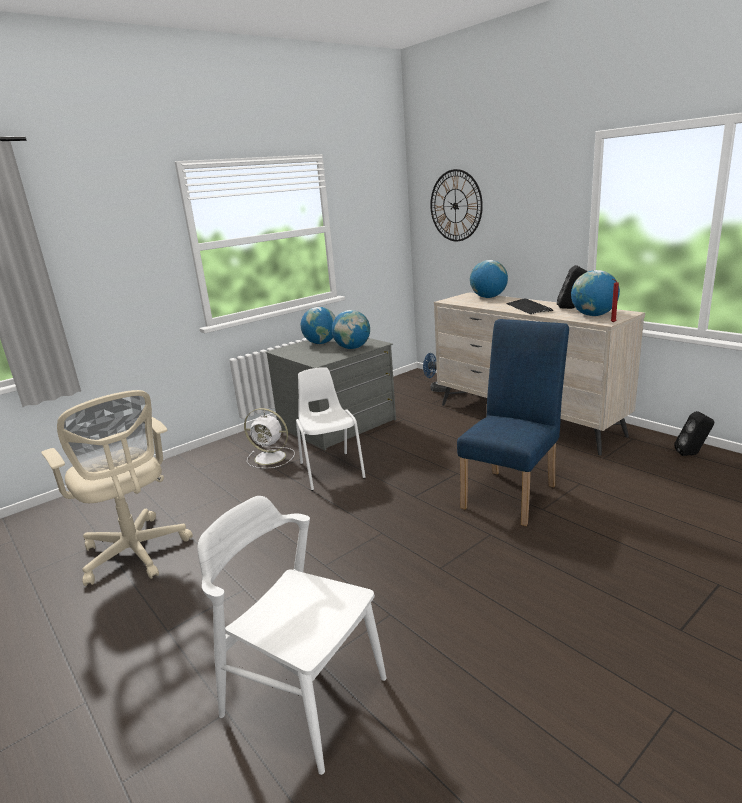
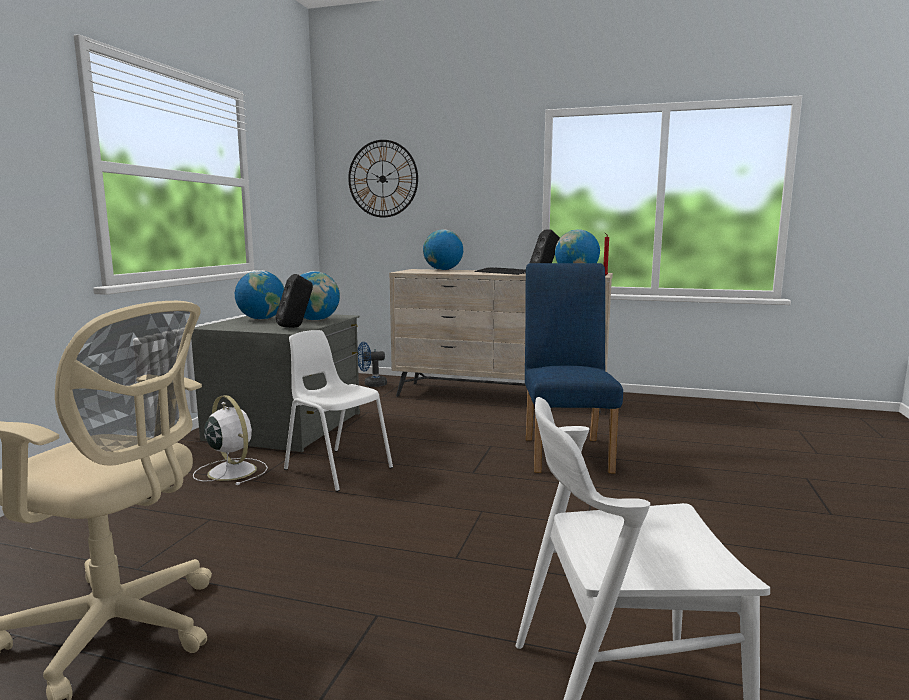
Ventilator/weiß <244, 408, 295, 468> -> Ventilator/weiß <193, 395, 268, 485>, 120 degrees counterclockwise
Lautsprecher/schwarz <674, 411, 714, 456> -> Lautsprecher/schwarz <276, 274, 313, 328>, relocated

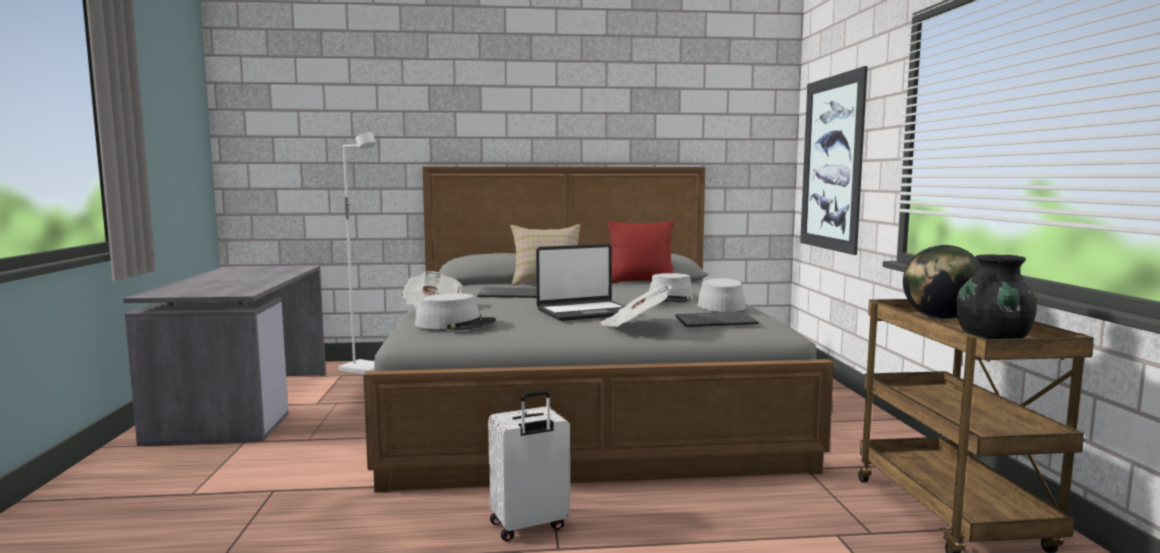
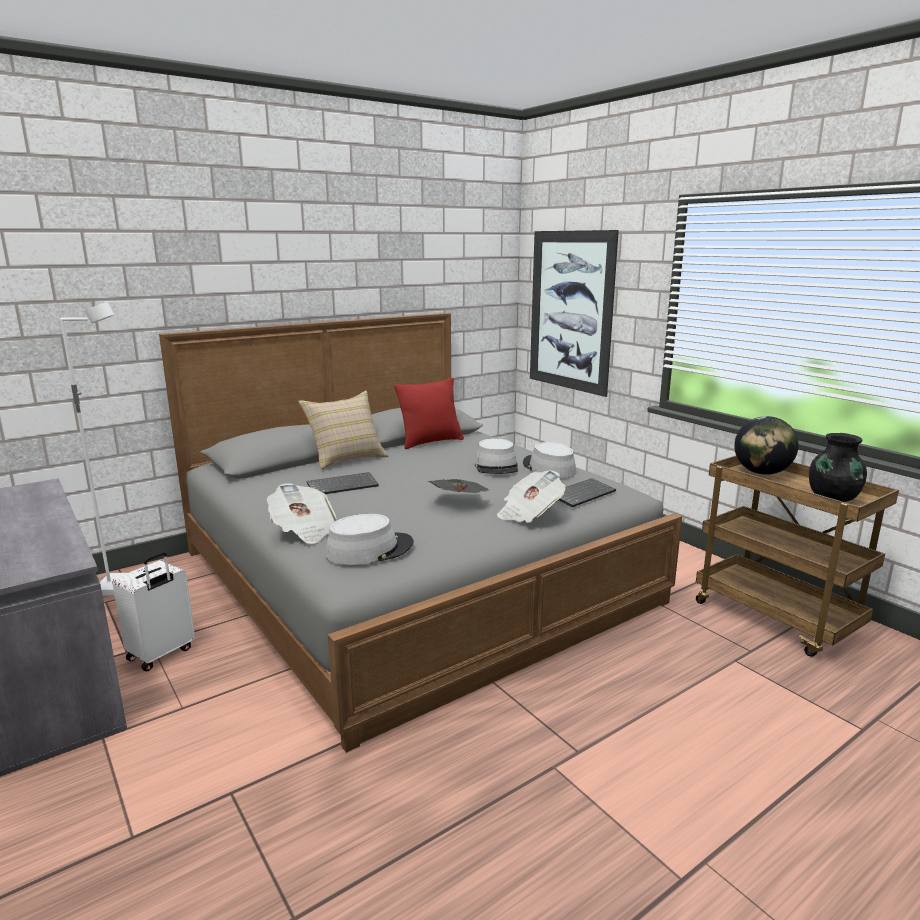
Laptop <536, 244, 625, 321> -> Zeitung <427, 479, 489, 493>
Koffer/weiß <488, 390, 570, 541> -> Koffer/weiß <112, 551, 195, 671>, relocated

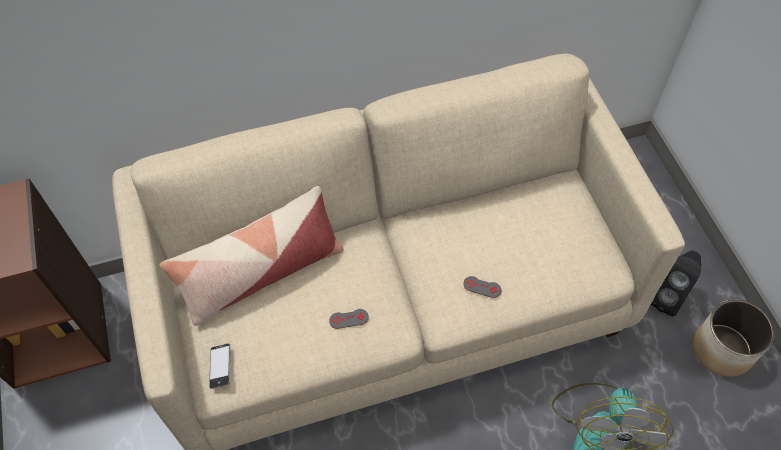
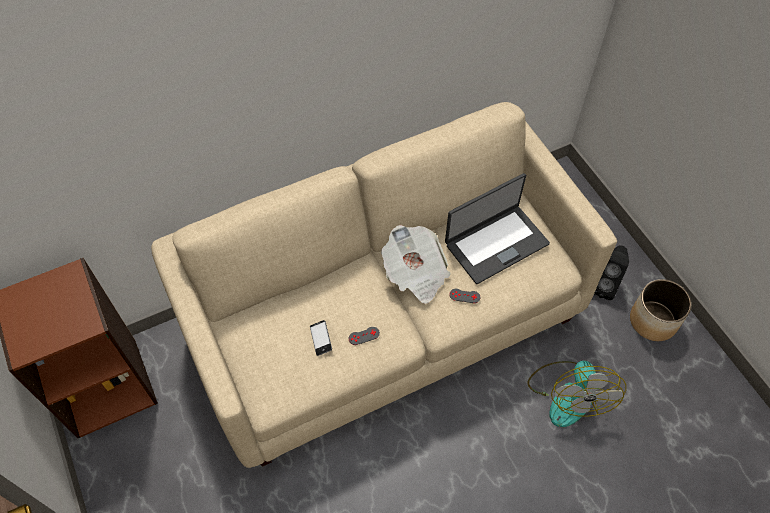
Kissen <160, 186, 344, 326> -> none
Handy <209, 343, 230, 389> -> Handy <310, 320, 332, 356>, relocated
none -> Laptop <445, 173, 550, 284>
none -> Zeitung <381, 225, 451, 304>

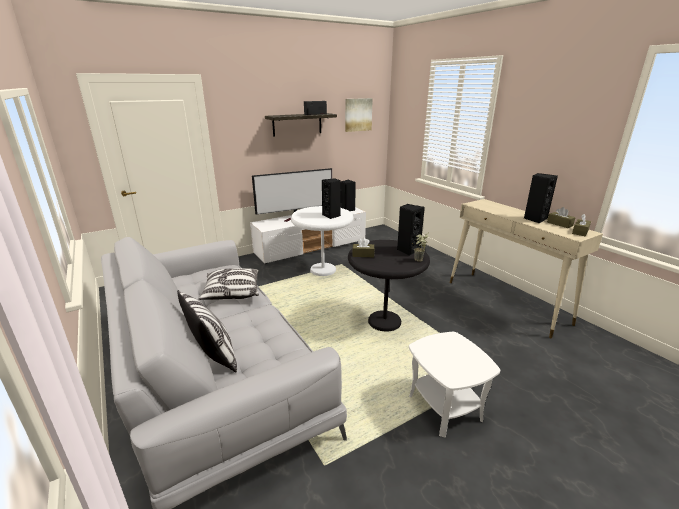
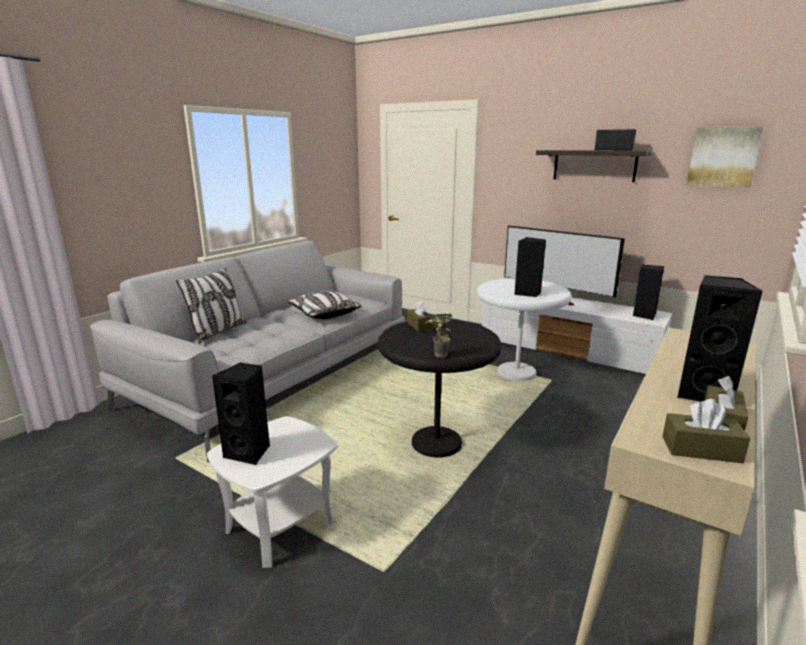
Lautsprecher/schwarz <397, 204, 425, 256> -> Lautsprecher/schwarz <212, 362, 270, 466>, relocated

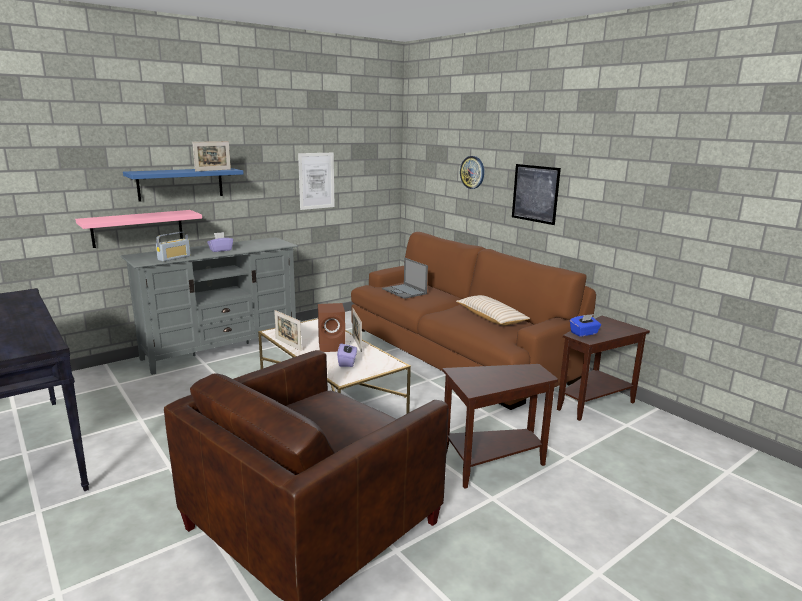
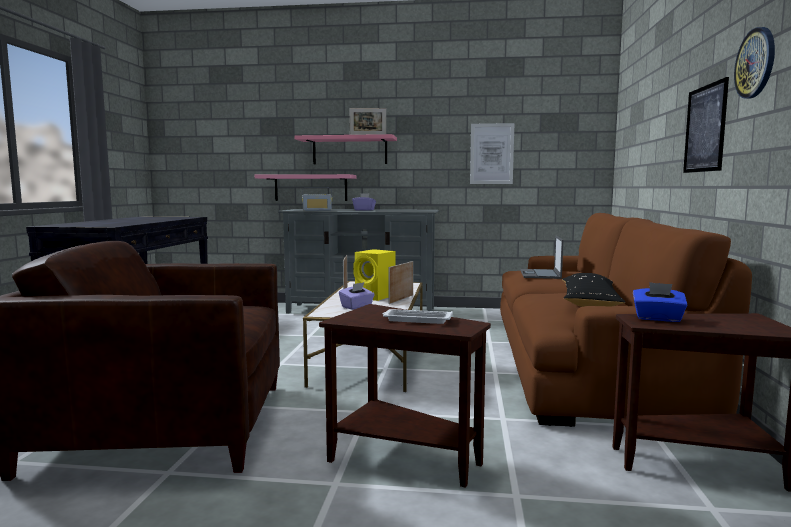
Wanduhr <460, 156, 484, 189> -> Wanduhr <734, 27, 775, 98>, relocated
Wandregal/blau <123, 168, 243, 201> -> Wandregal/rosa <294, 134, 397, 164>
Kissen/beige <456, 295, 530, 326> -> Kissen/schwarz <562, 273, 625, 307>
Lautsprecher/braun <318, 303, 345, 352> -> Lautsprecher/gelb <353, 249, 395, 301>
none -> Tablett/weiß <382, 309, 453, 324>

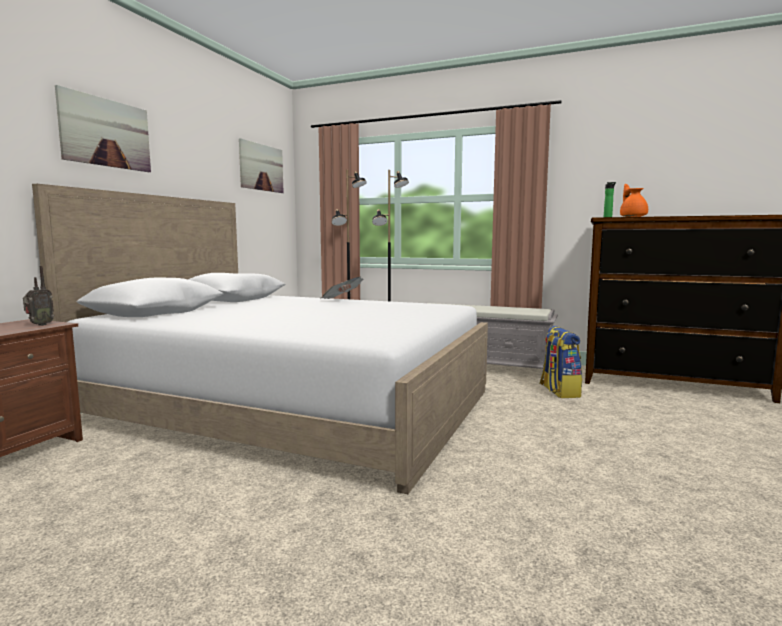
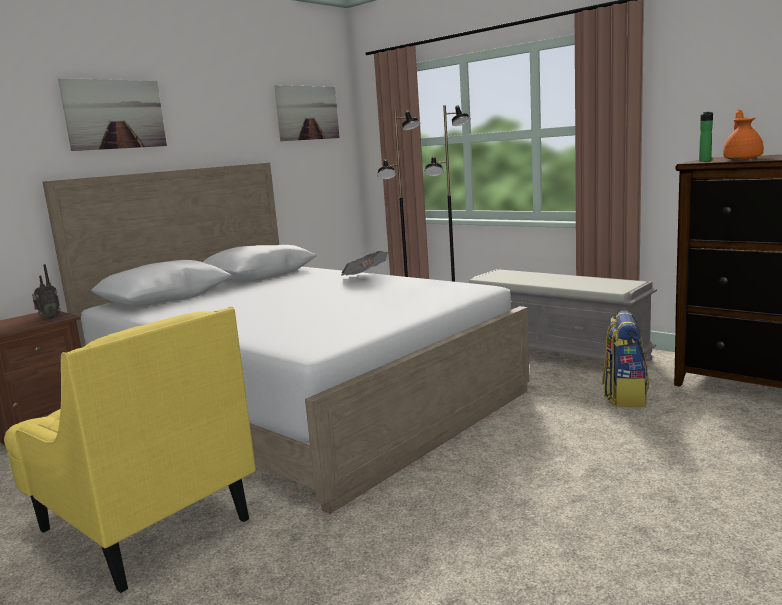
none -> Sessel/gelb <4, 306, 256, 593>

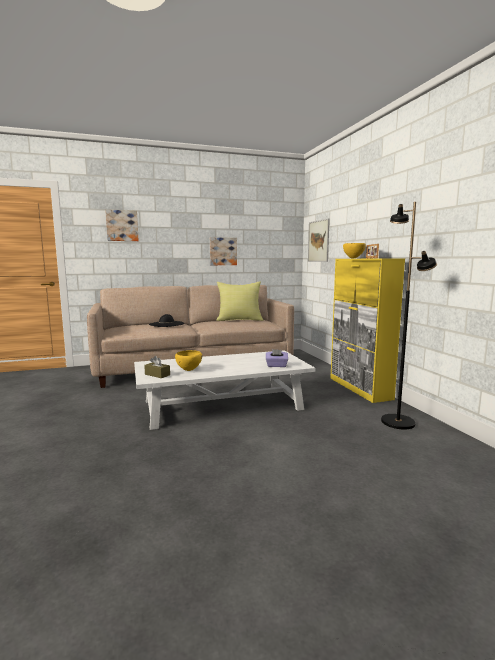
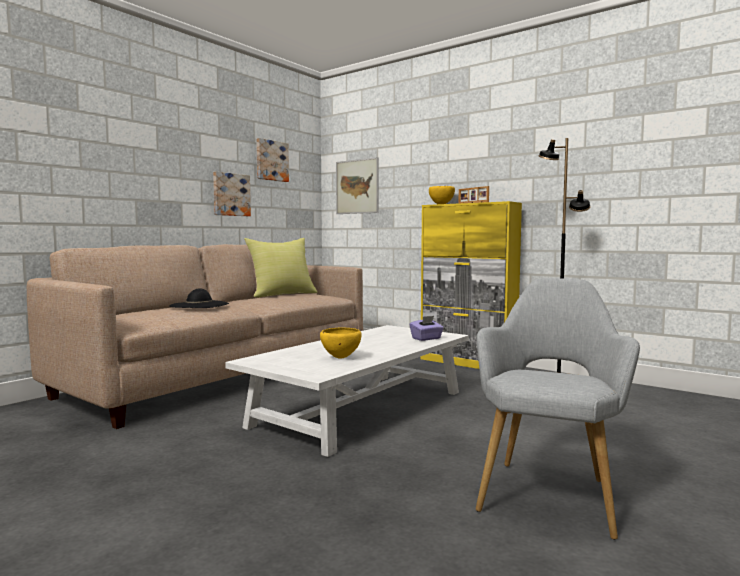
Bild <105, 210, 139, 241> -> Bild <256, 138, 289, 182>, relocated
Taschentuchbox/braun <144, 356, 170, 378> -> none
none -> Sessel/grau <476, 278, 640, 540>

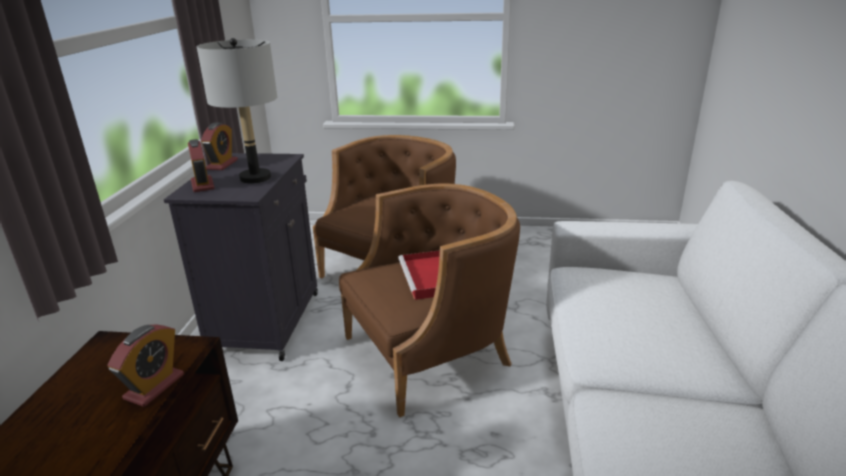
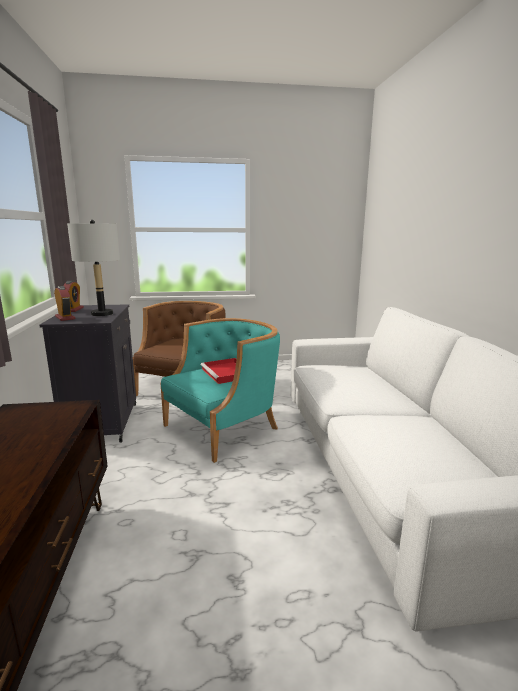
Sessel/braun <339, 183, 520, 417> -> Sessel/türkis <160, 318, 280, 463>
Wecker <107, 324, 184, 407> -> none

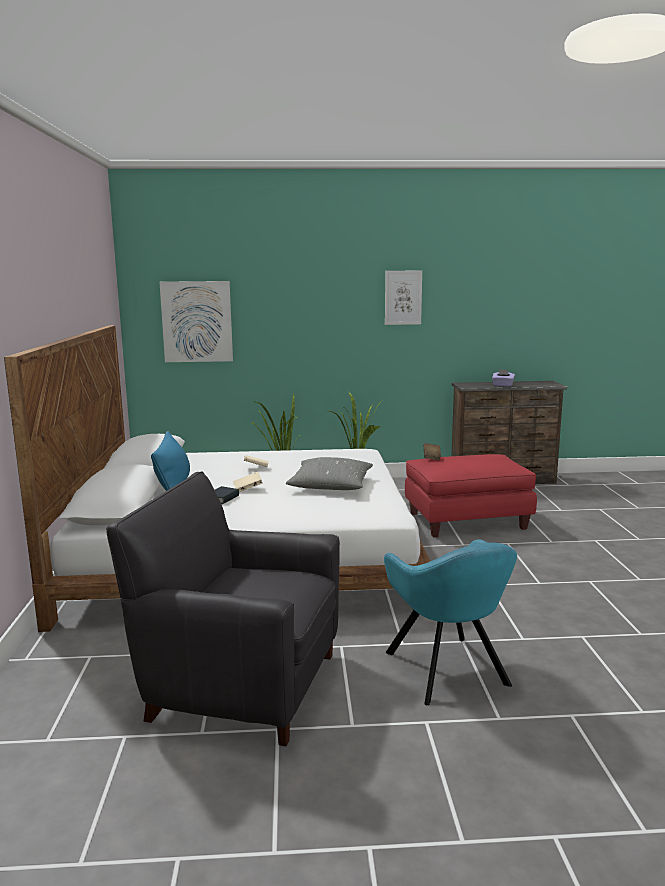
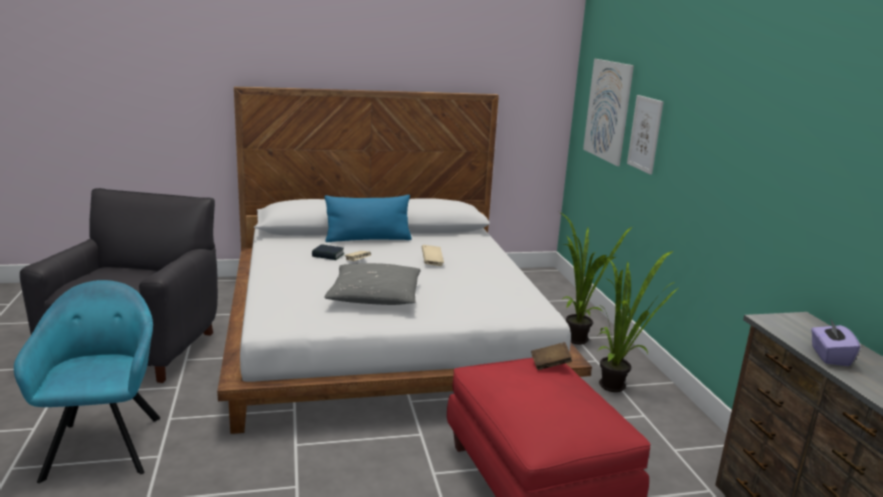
Bild <385, 270, 422, 325> -> Bild <627, 95, 664, 175>, relocated
Sessel/türkis <384, 539, 517, 705> -> Sessel/türkis <14, 280, 160, 483>, 105 degrees clockwise

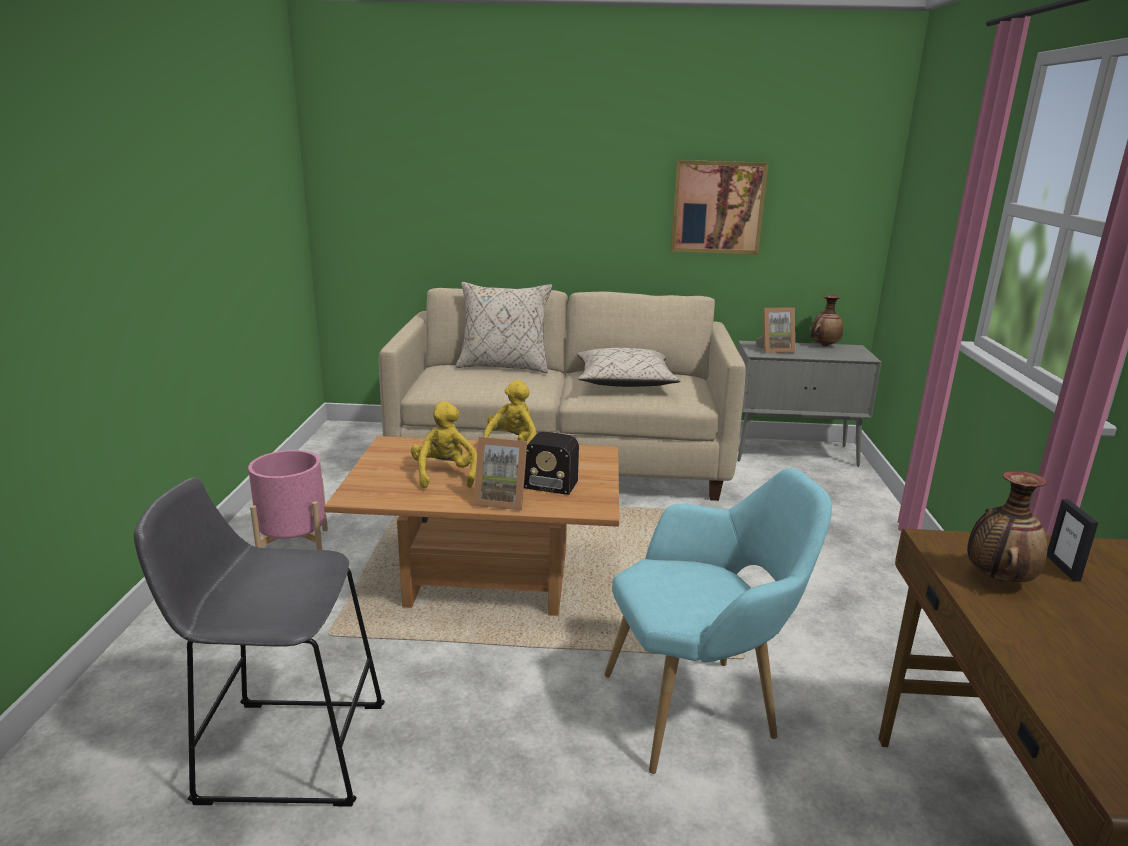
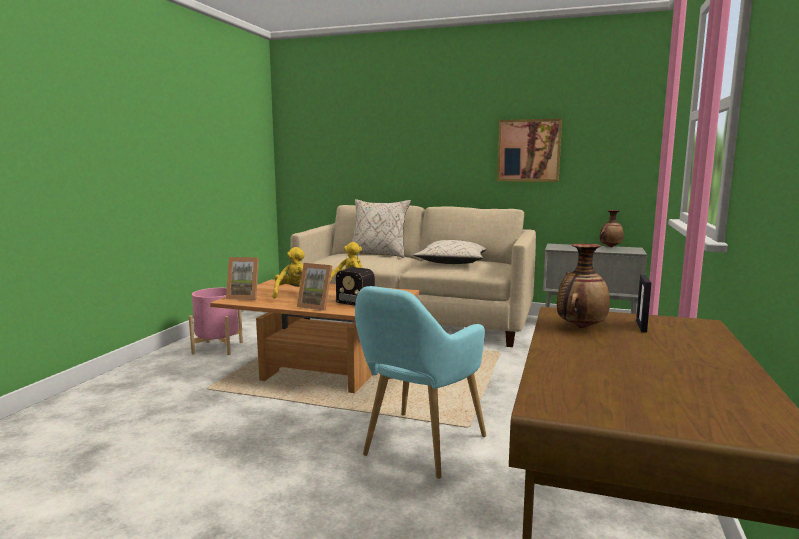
Bilderrahmen <756, 307, 796, 353> -> Bilderrahmen <226, 257, 259, 300>, relocated
Sessel/türkis <604, 468, 832, 774> -> Sessel/türkis <355, 286, 486, 479>, 120 degrees clockwise
Hocker/grau <134, 478, 385, 806> -> none

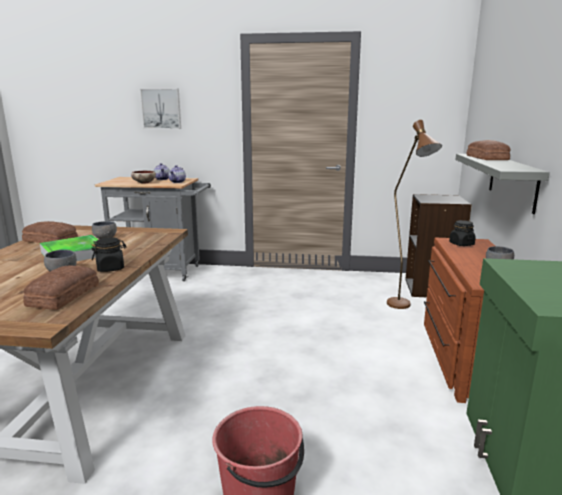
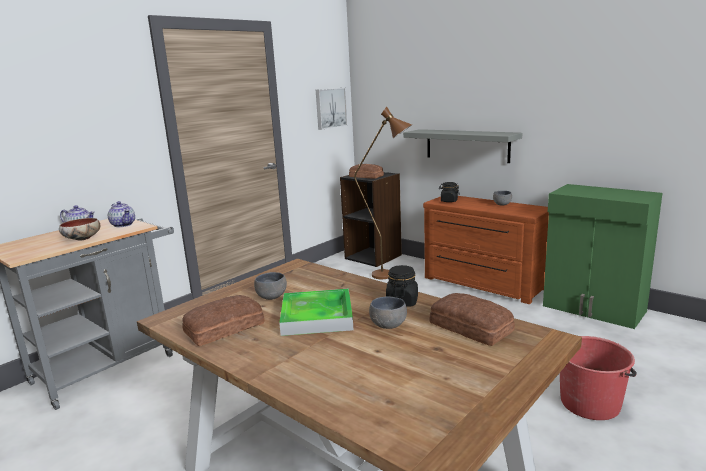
Bild <140, 89, 181, 129> -> Bild <316, 88, 348, 130>, relocated
Brot <467, 140, 511, 160> -> Brot <349, 164, 384, 179>, relocated

